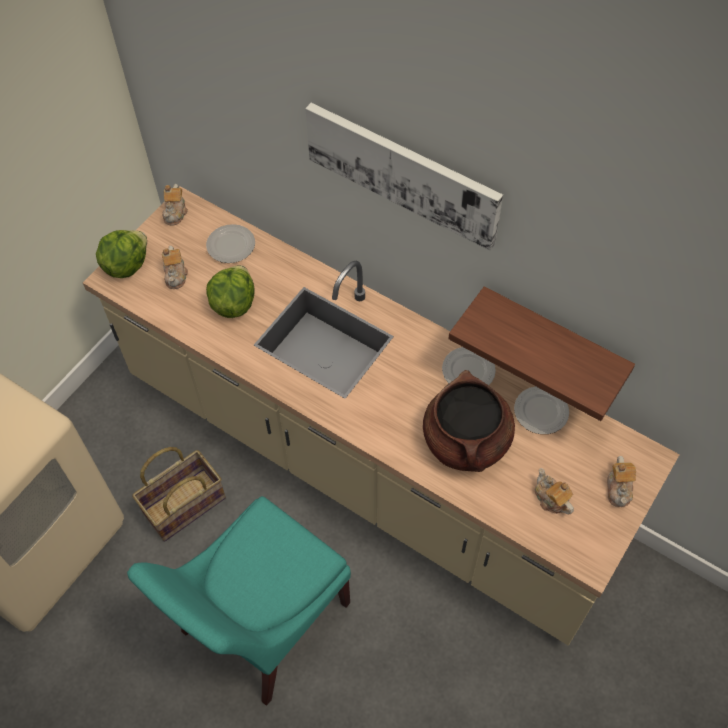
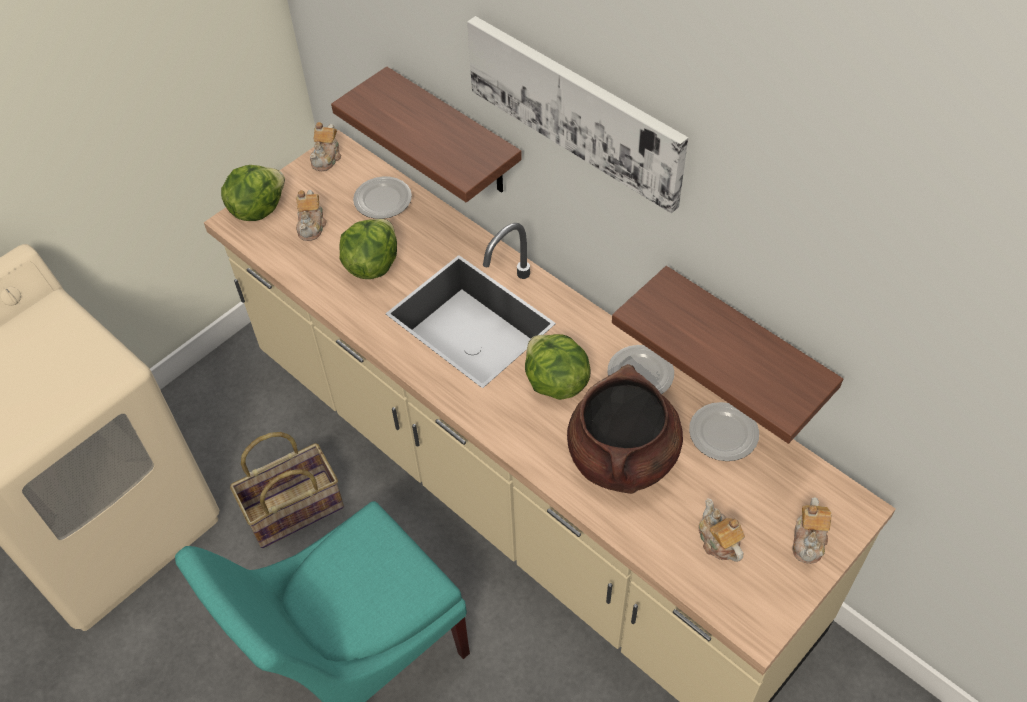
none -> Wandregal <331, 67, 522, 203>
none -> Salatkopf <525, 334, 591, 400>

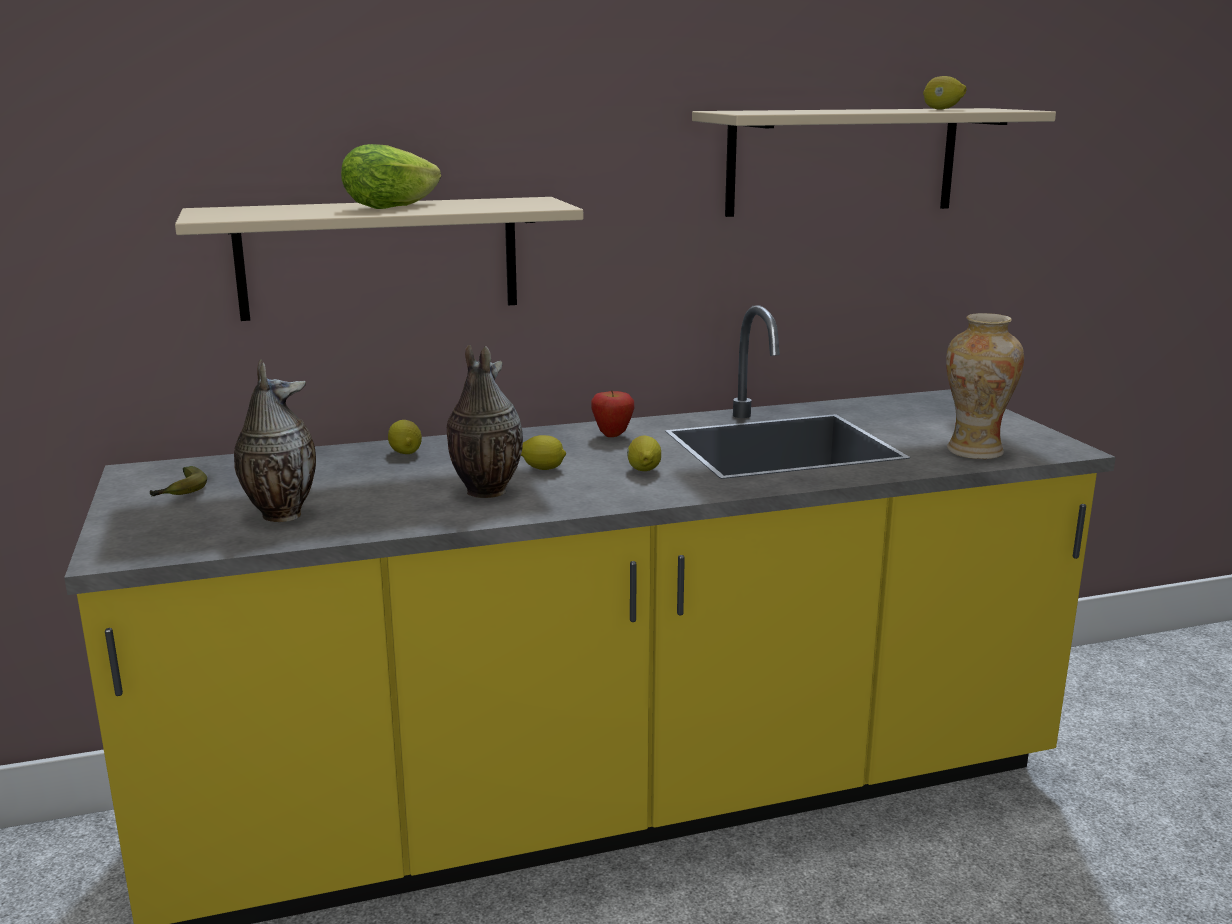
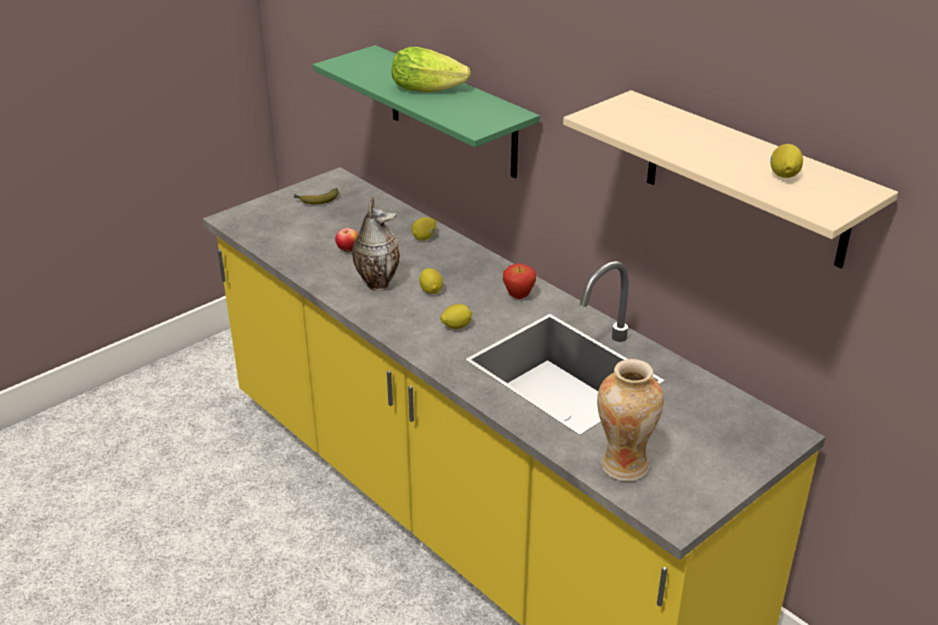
Wandregal/beige <175, 197, 583, 321> -> Wandregal/grün <313, 45, 540, 178>
Vase <234, 359, 316, 522> -> none
none -> Apfel <335, 228, 358, 252>

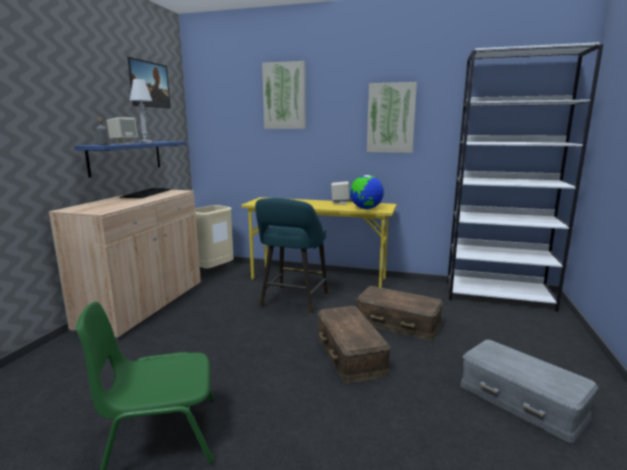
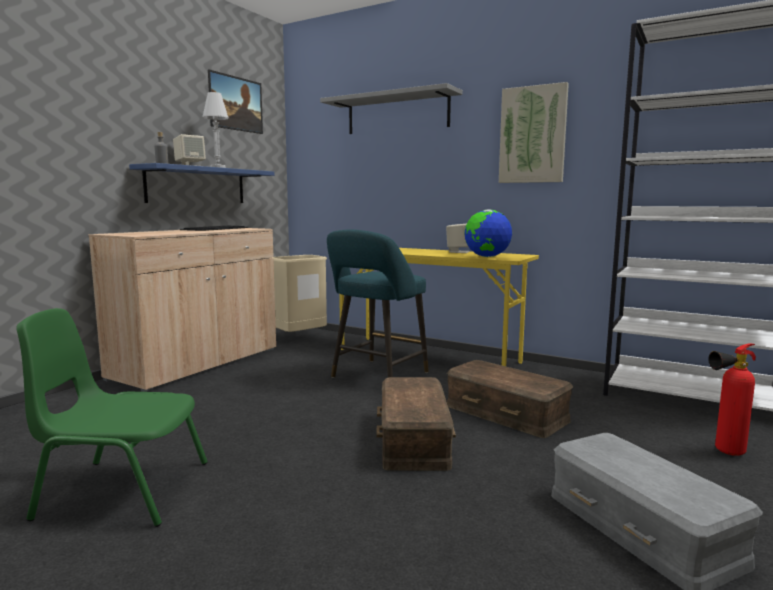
Bild <262, 61, 306, 129> -> Wandregal/grau <320, 83, 463, 134>
none -> Feuerlöscher <708, 343, 756, 456>

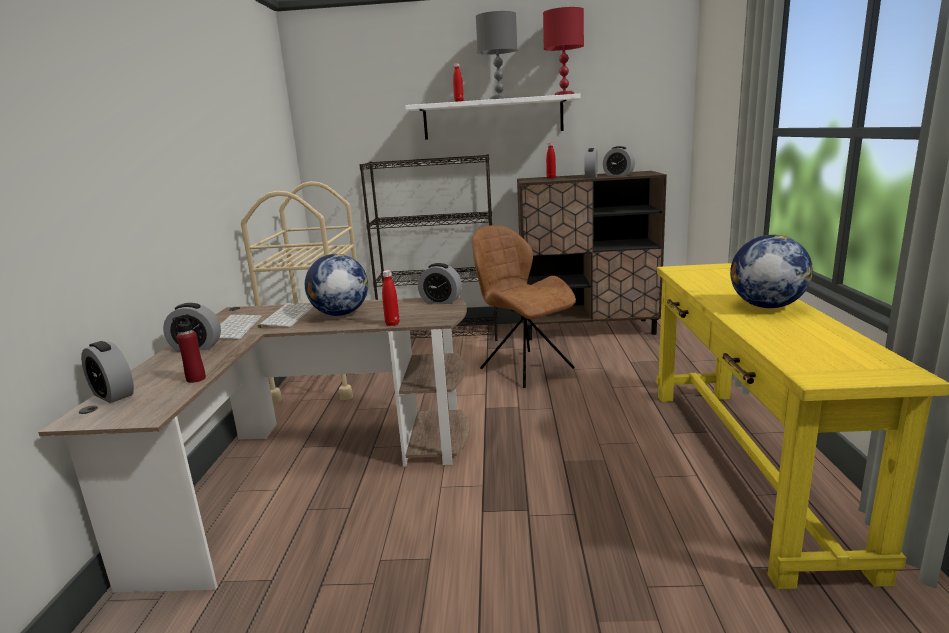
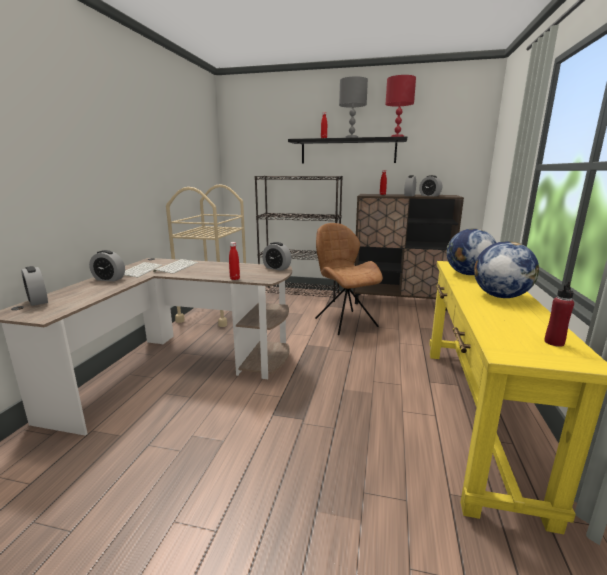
Wandregal/weiß <405, 94, 581, 140> -> Wandregal/schwarz <288, 137, 407, 163>
Globus <305, 254, 368, 316> -> Globus <447, 228, 496, 275>, relocated
Flasche/rot <172, 314, 206, 383> -> Flasche/rot <544, 281, 574, 347>, relocated

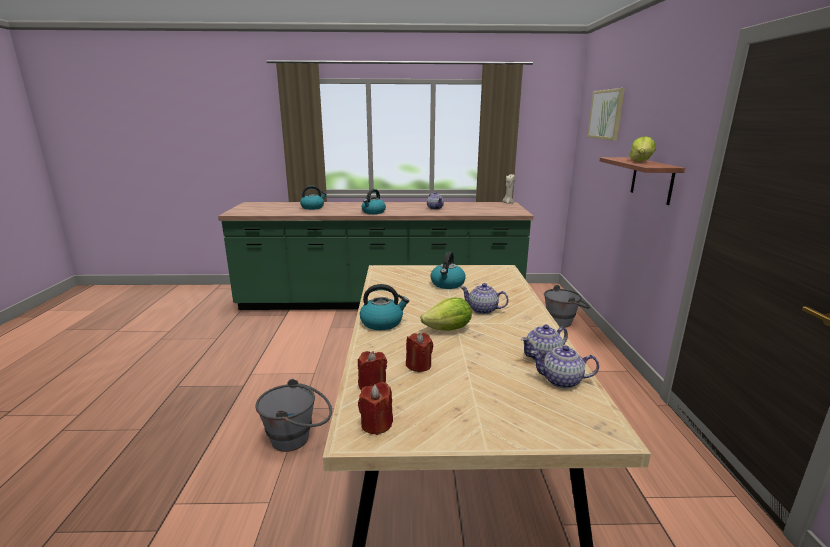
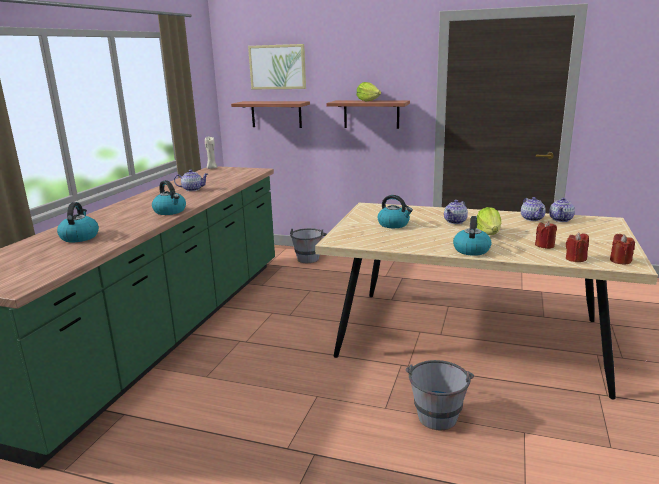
none -> Wandregal <231, 101, 310, 128>

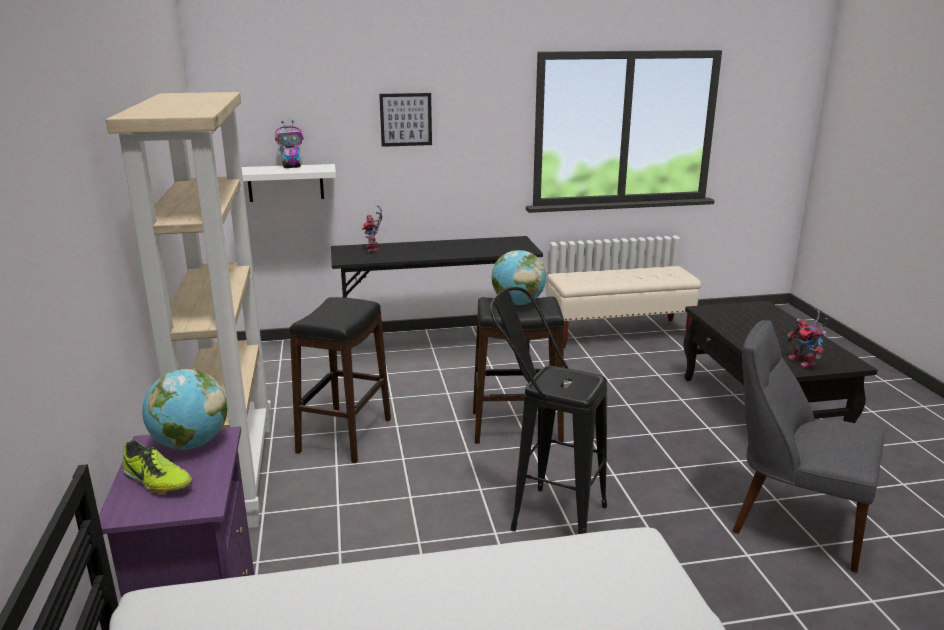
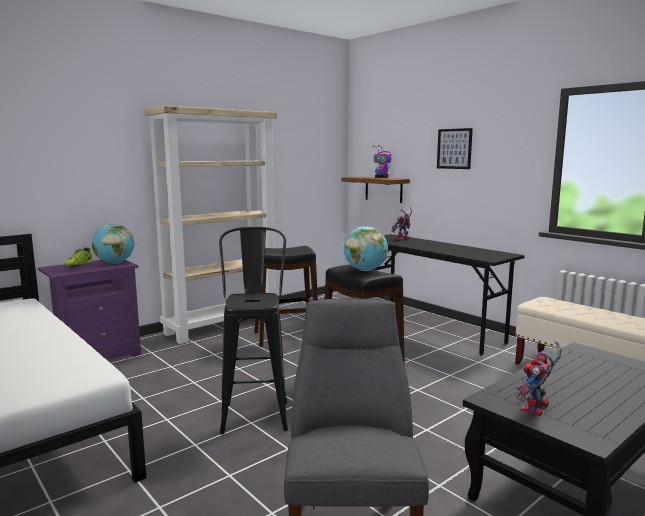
Wandregal/weiß <242, 164, 336, 202> -> Wandregal/braun <341, 177, 410, 203>

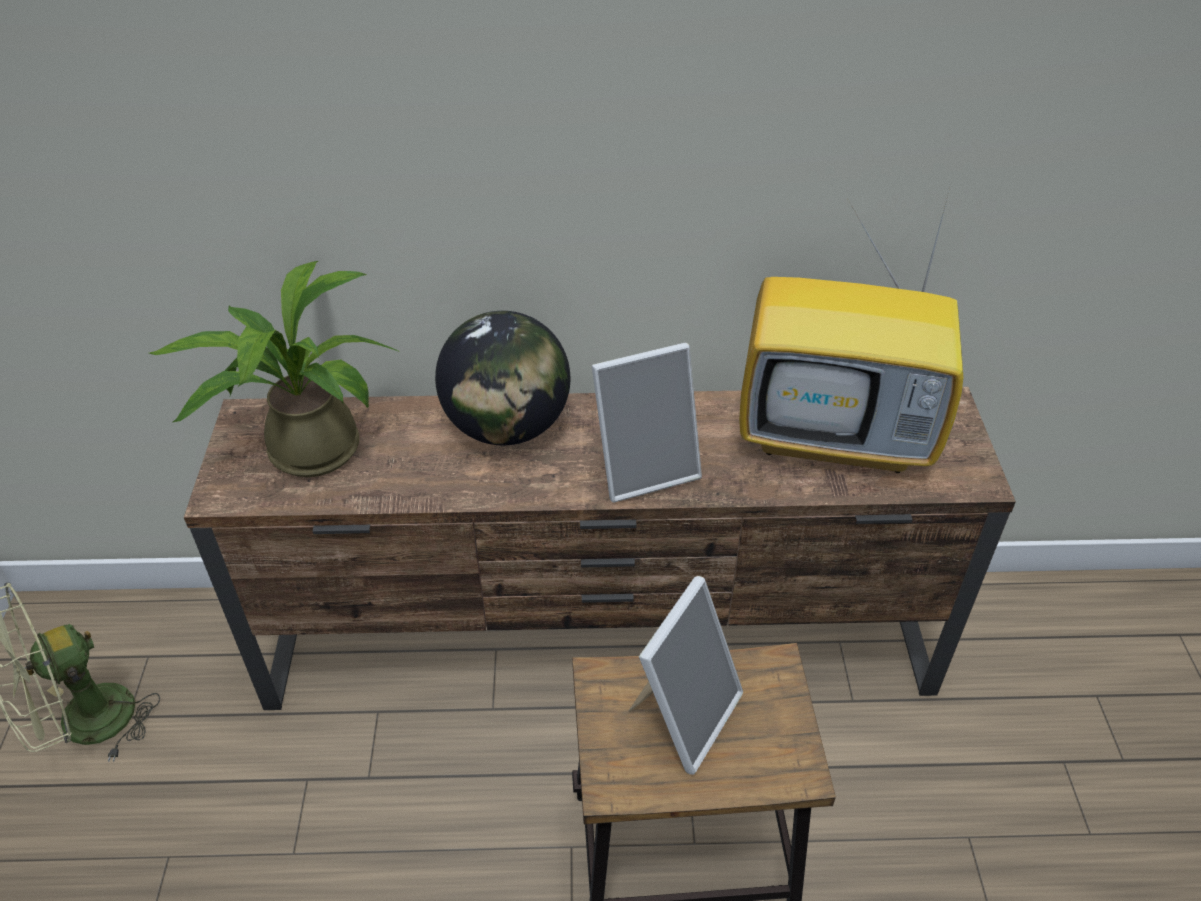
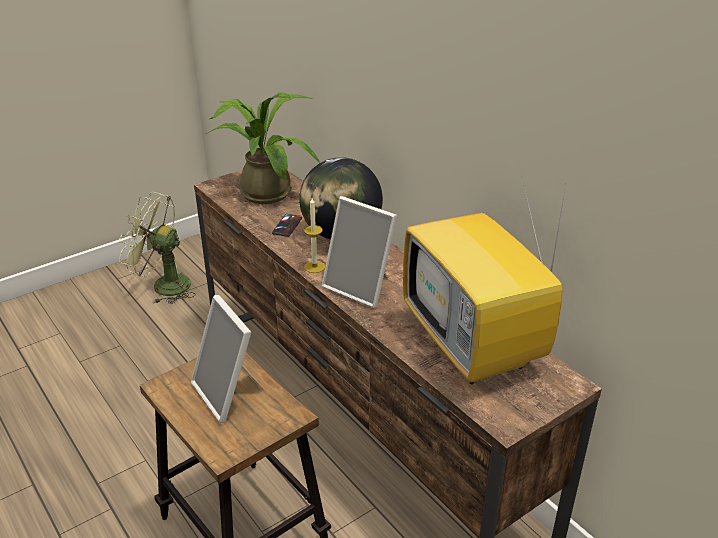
Bilderrahmen <629, 576, 743, 775> -> Bilderrahmen <191, 295, 264, 423>, 60 degrees clockwise
none -> Kerze <304, 198, 325, 273>
none -> Handy <272, 214, 302, 237>

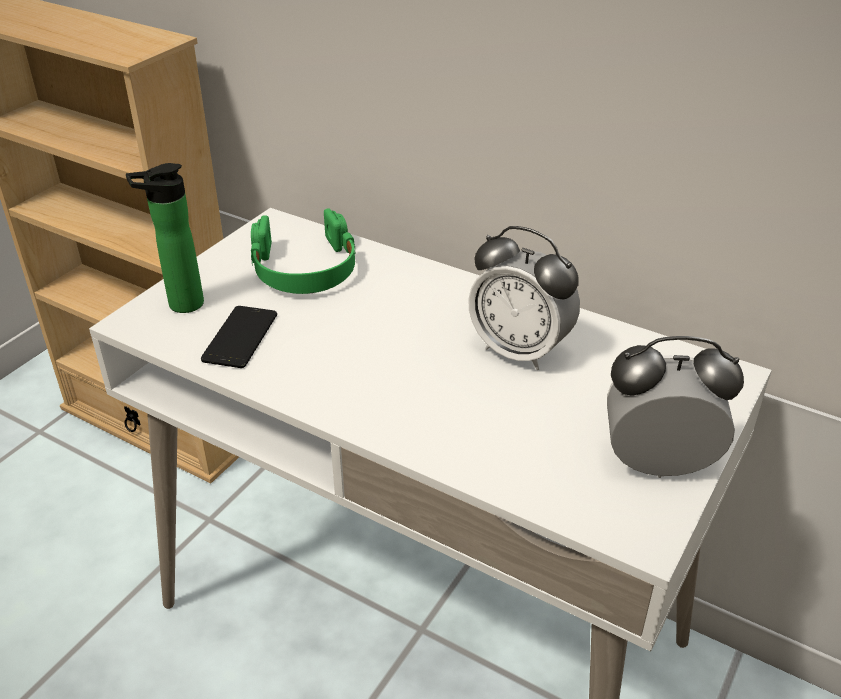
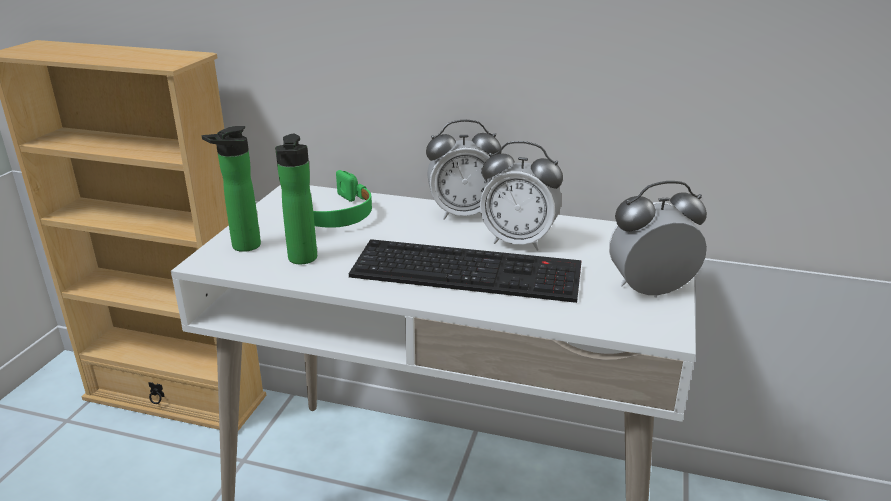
Handy <201, 306, 277, 368> -> Flasche <275, 134, 317, 264>
none -> Wecker <426, 120, 502, 220>
none -> Tastatur <349, 239, 582, 303>

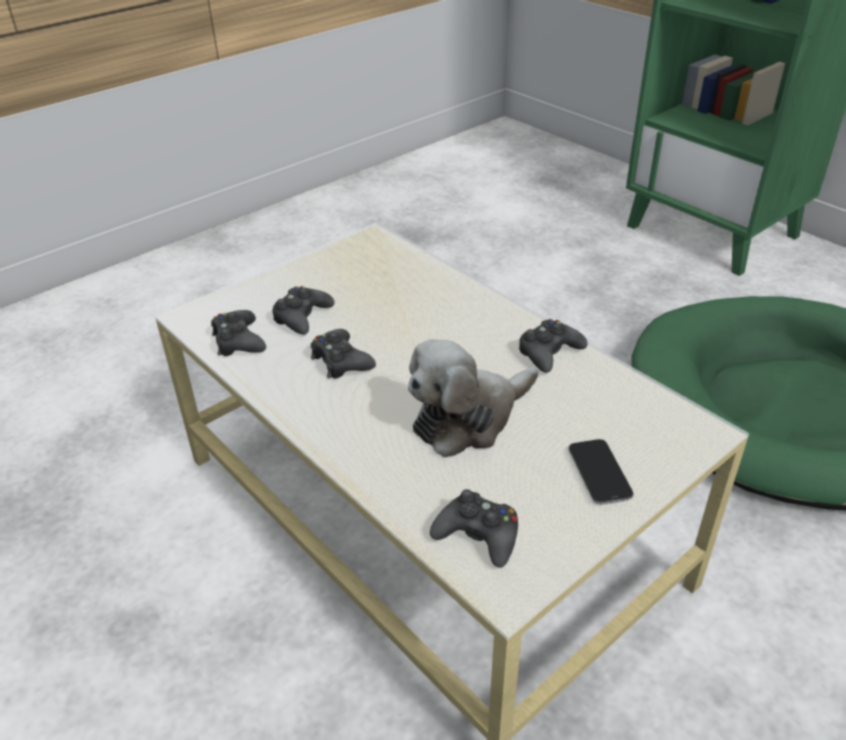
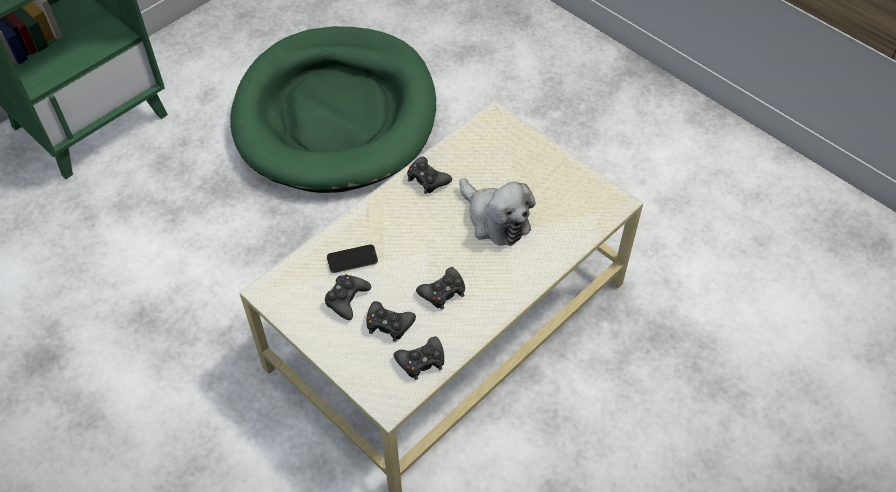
Handy <569, 439, 634, 504> -> Handy <327, 244, 378, 273>, relocated
Gamepad/schwarz <430, 489, 518, 568> -> Gamepad/schwarz <325, 274, 371, 320>, relocated

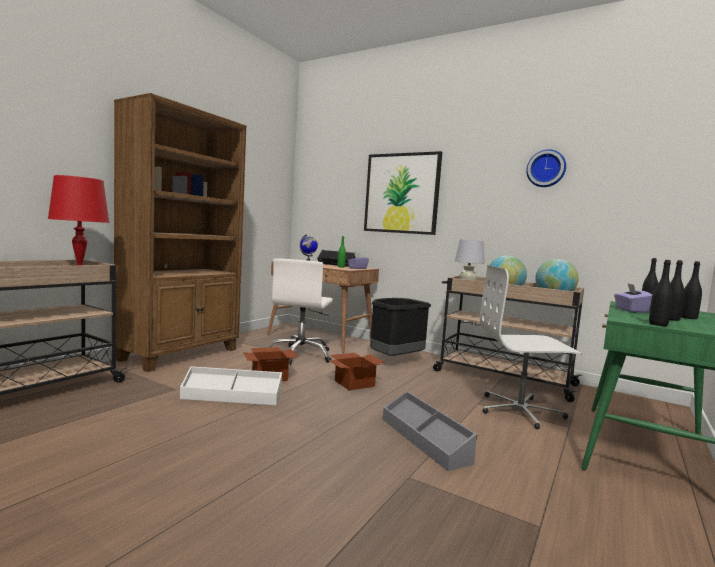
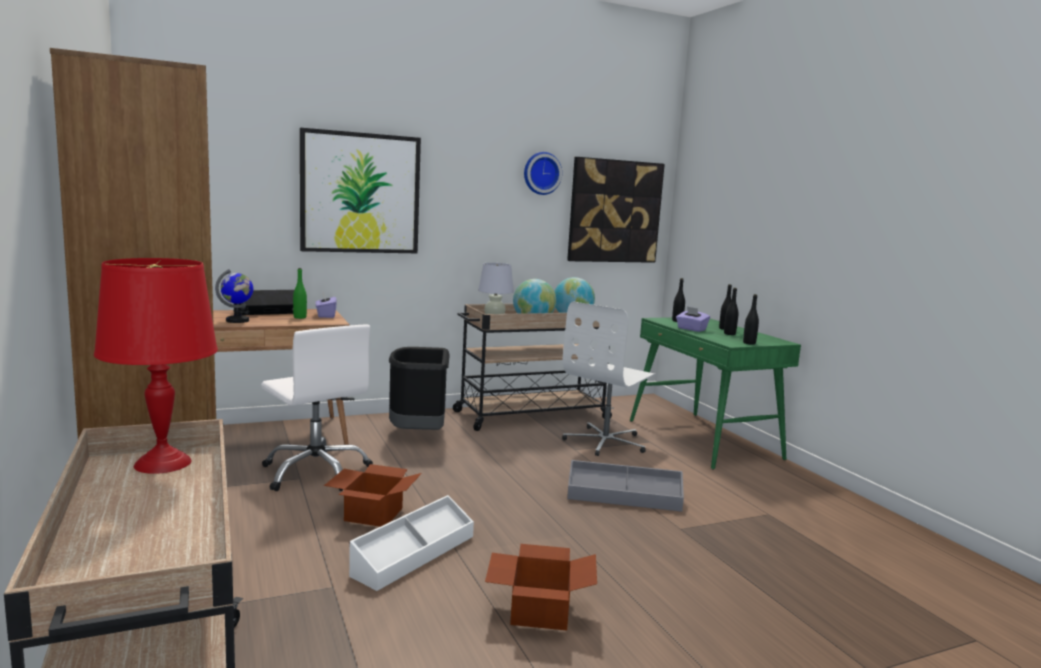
Karton <328, 353, 384, 390> -> Karton <485, 544, 597, 631>, relocated
none -> Bild <567, 157, 665, 263>

